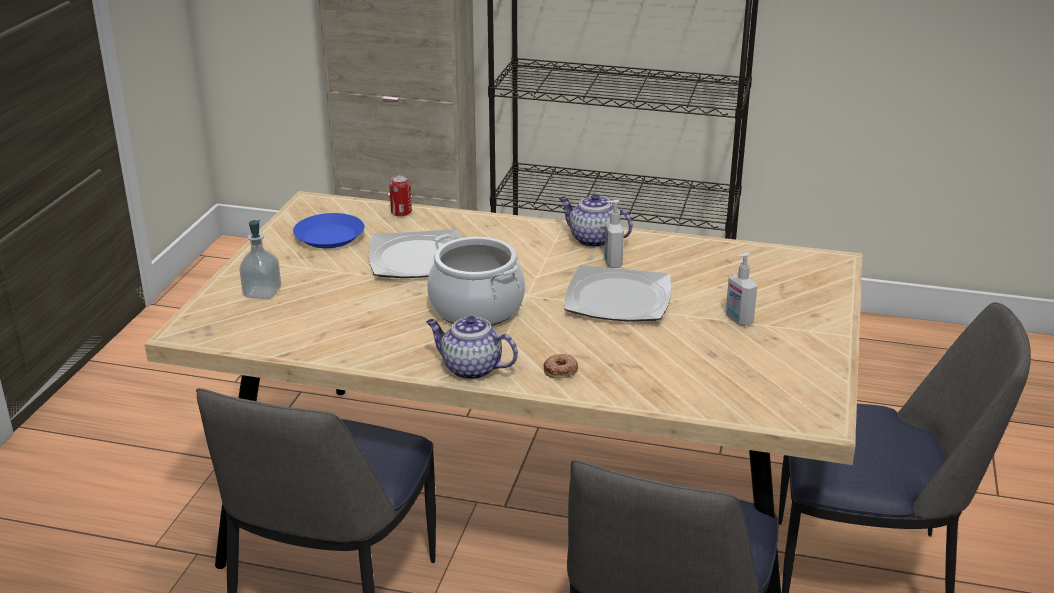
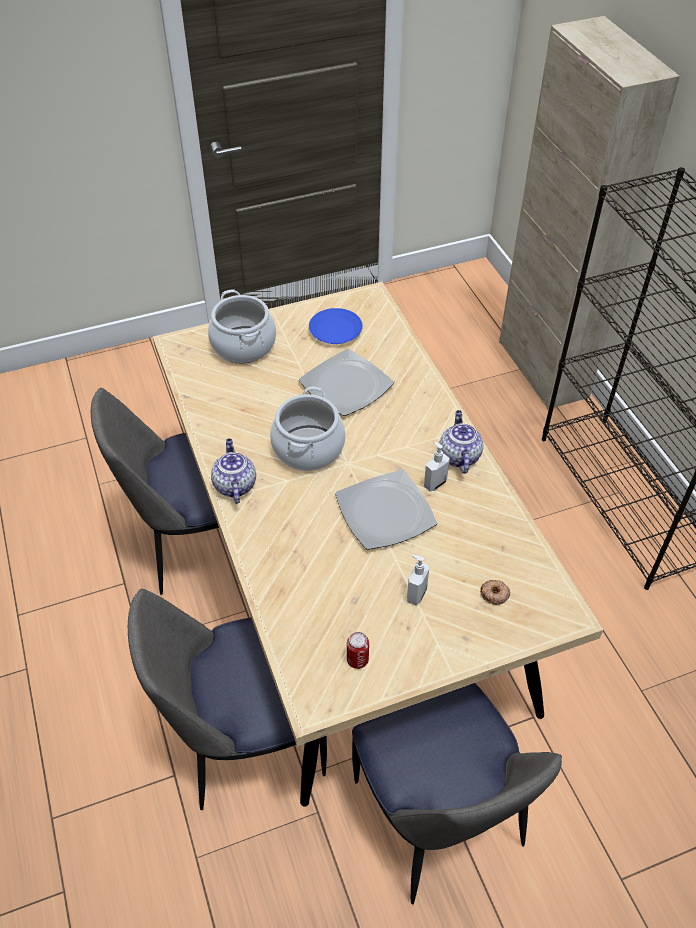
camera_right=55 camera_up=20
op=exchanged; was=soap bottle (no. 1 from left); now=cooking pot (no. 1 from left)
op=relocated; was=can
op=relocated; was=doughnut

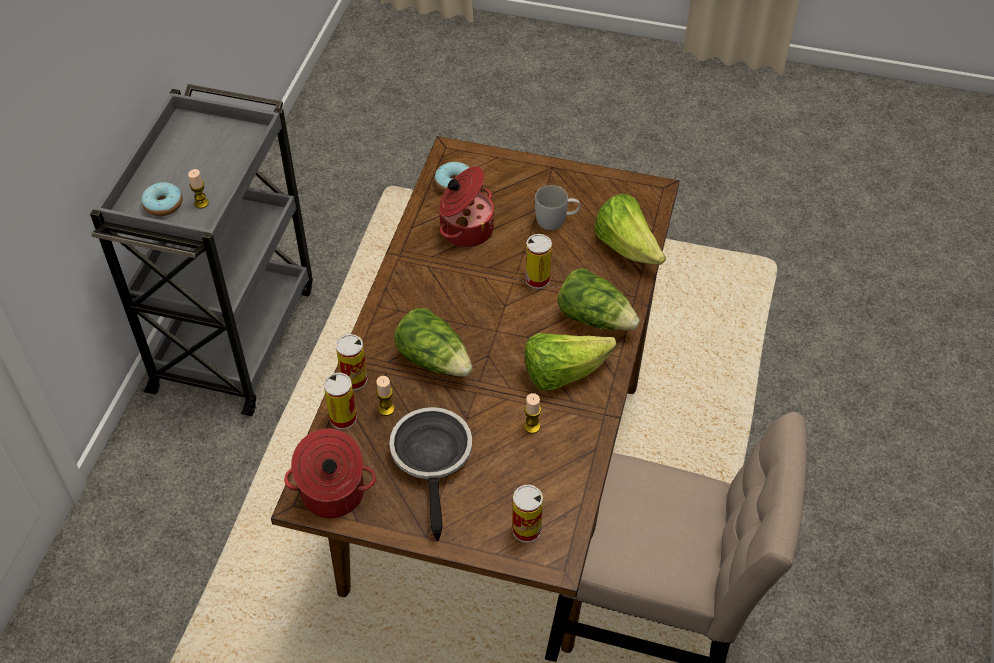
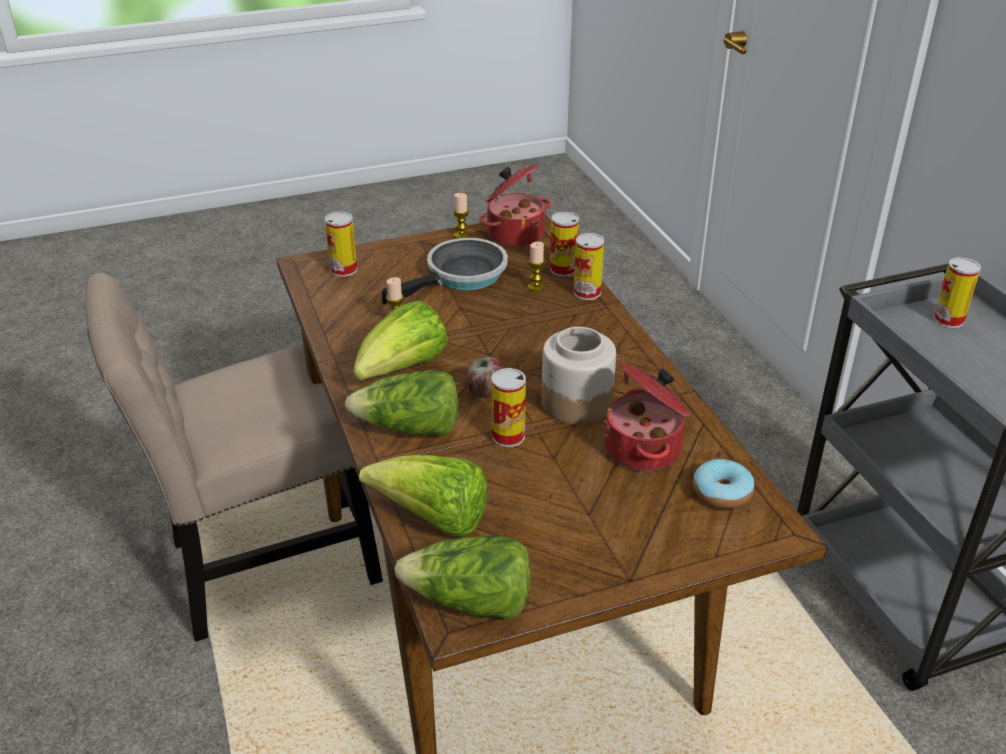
camera_right=145 camera_up=-15
op=exchanged; was=doughnut (no. 1 from left); now=can (no. 5 from left)
op=relocated; was=candle (no. 1 from left in the first image); now=candle (no. 2 from left)
op=spun; was=skillet; clockwise=-90
op=relocated; was=lettuce head (no. 1 from left in the first image); now=lettuce head (no. 4 from left)
op=missing; was=white-coloured tea mug
op=appeared; now=apple
op=appeared; now=storage jar

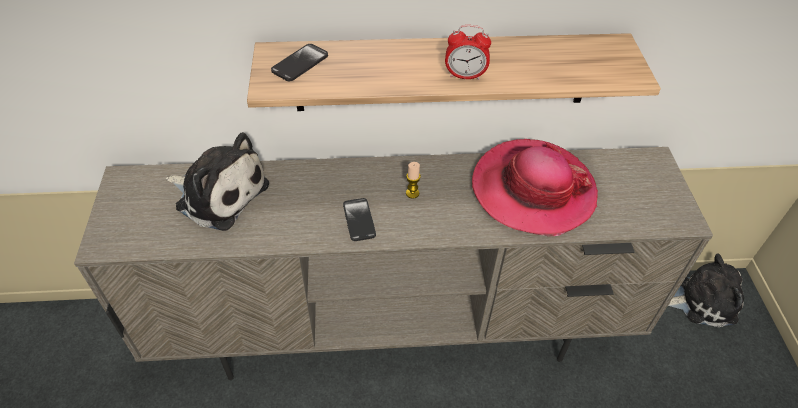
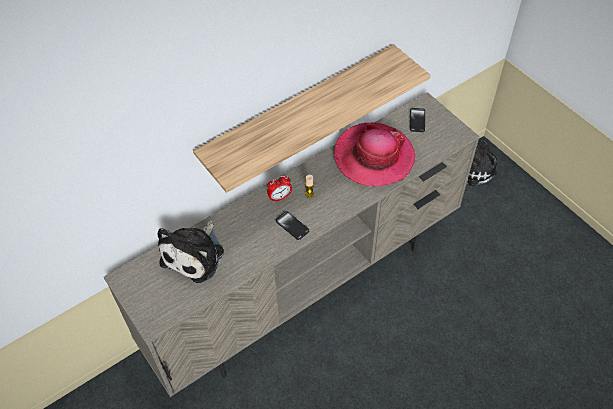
camera_right=-30 camera_up=5
op=spun; was=plush toy (no. 1 from left); clockwise=120
op=relocated; was=telephone (no. 1 from left in the first image); now=telephone (no. 2 from left)
op=relocated; was=alarm clock

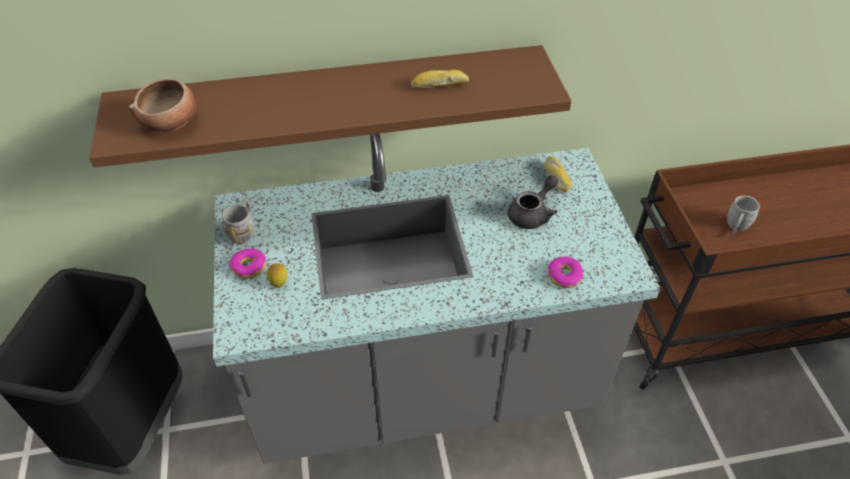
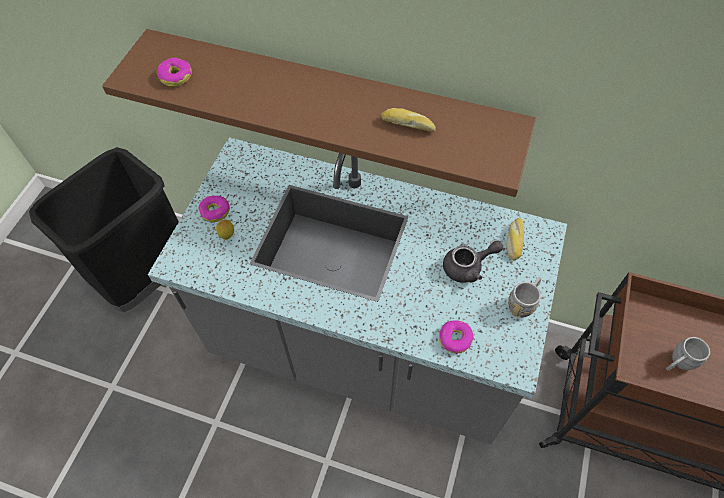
camera_right=30 camera_up=10
op=exchanged; was=deep dish; now=doughnut (no. 1 from left)
op=relocated; was=grey tea mug (no. 1 from left)

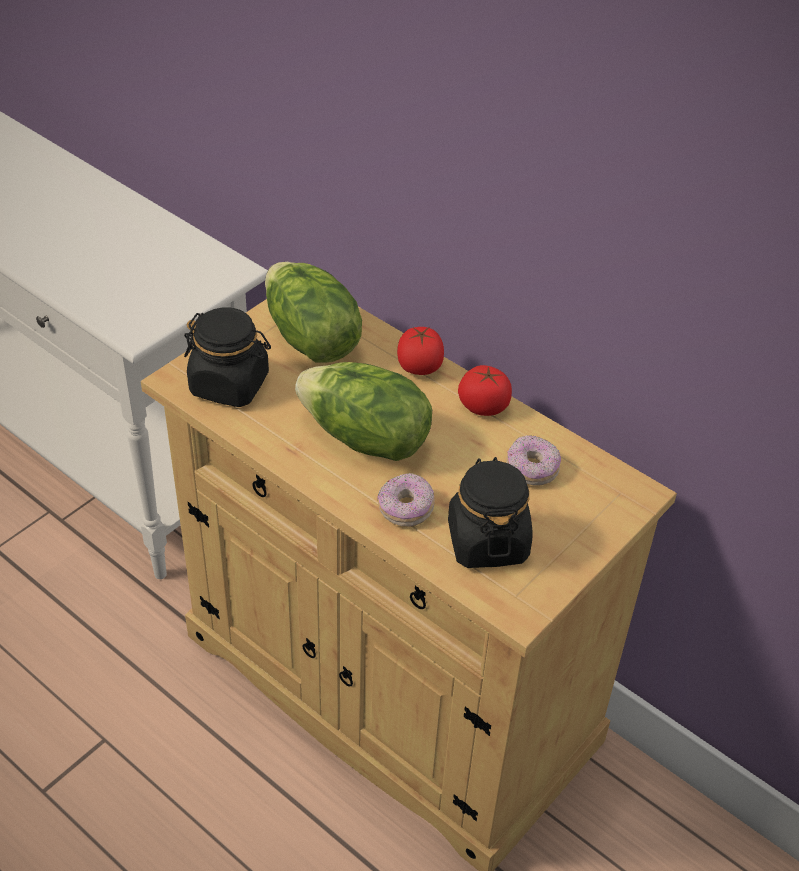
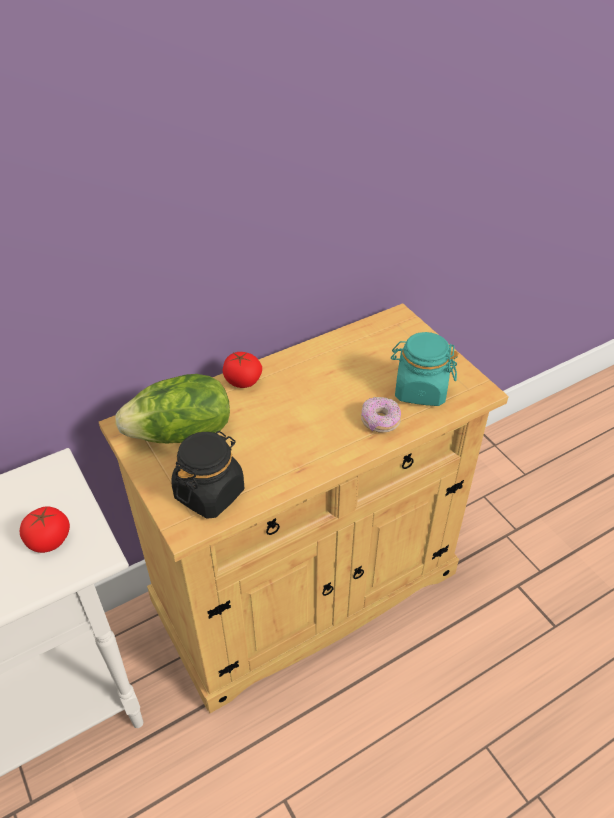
camera_right=-70 camera_up=0
op=missing; was=lettuce head (no. 2 from left)
op=colour; was=black storage jar (no. 2 from left); now=turquoise-coloured storage jar
op=relocated; was=fresh tomato (no. 2 from left in the first image); now=fresh tomato (no. 1 from left)
op=missing; was=doughnut (no. 2 from left)

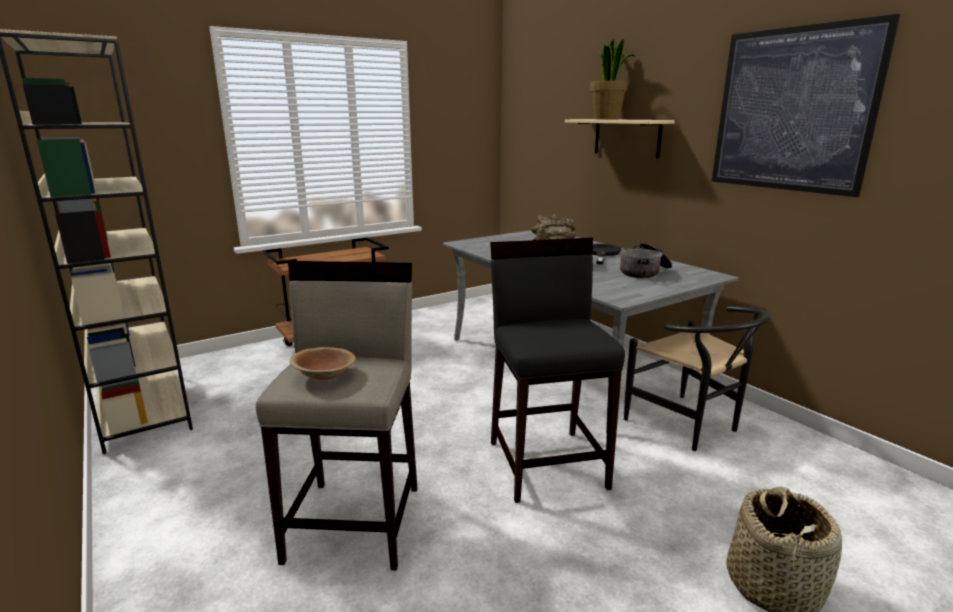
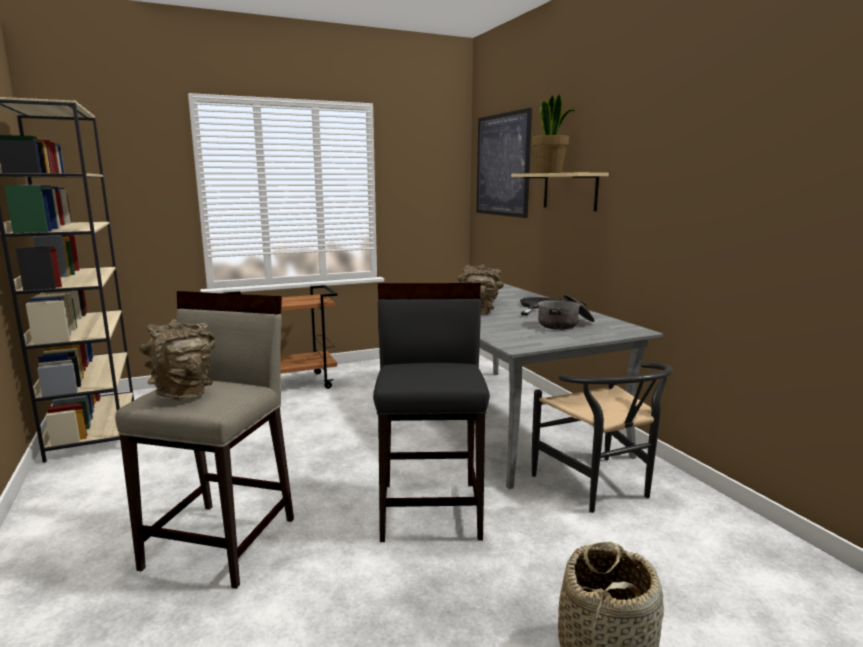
camera_right=10 camera_up=-5
op=exchanged; was=brown-coloured deep dish; now=brown-coloured vase (no. 1 from left)
op=relocated; was=wall picture

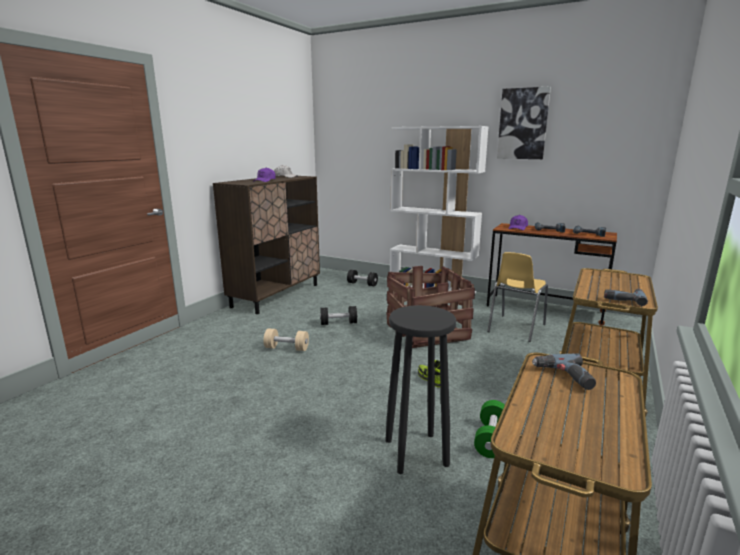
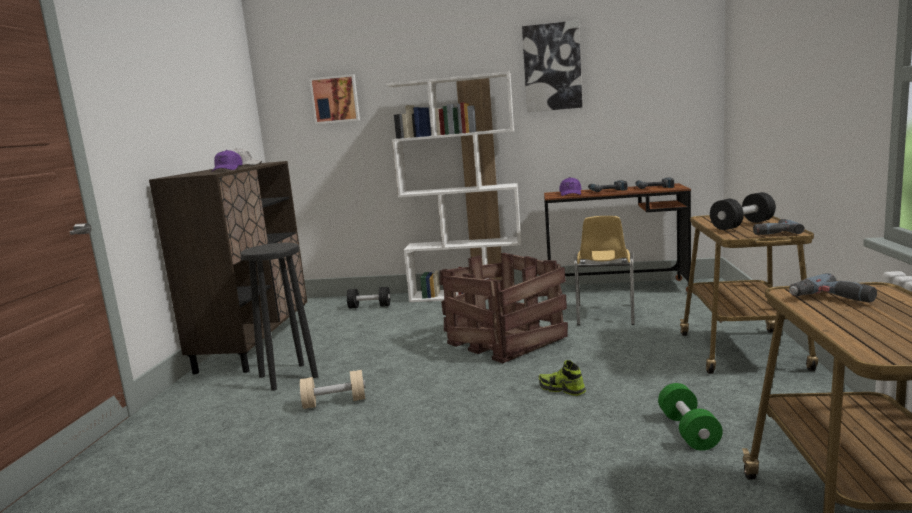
camera_right=-20 camera_up=-5
op=relocated; was=black free weight (no. 1 from left in the first image); now=black free weight (no. 2 from left)
op=relocated; was=black sitting stool
op=appeared; now=wall picture (no. 1 from left)

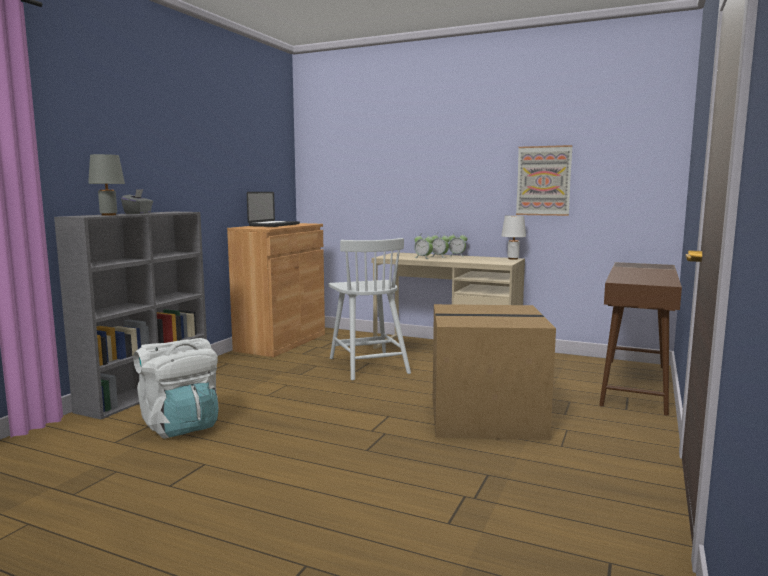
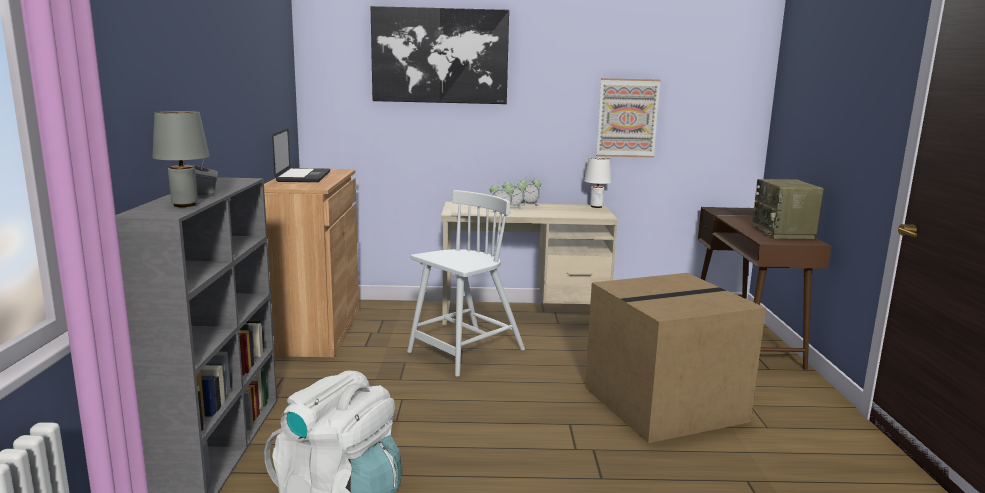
camera_right=-25 camera_up=5
op=spun; was=white-coloured chair; clockwise=-90
op=appeared; now=wall picture (no. 1 from left)
op=appeared; now=radio

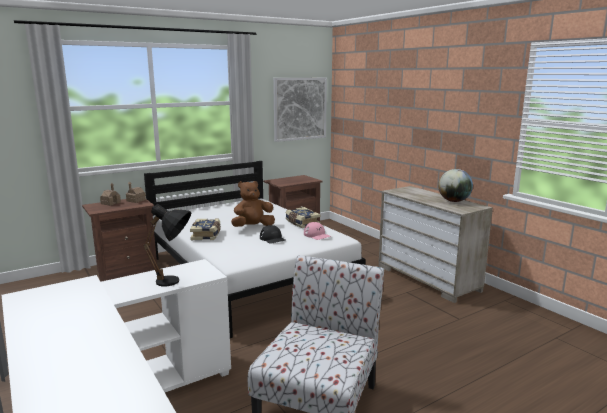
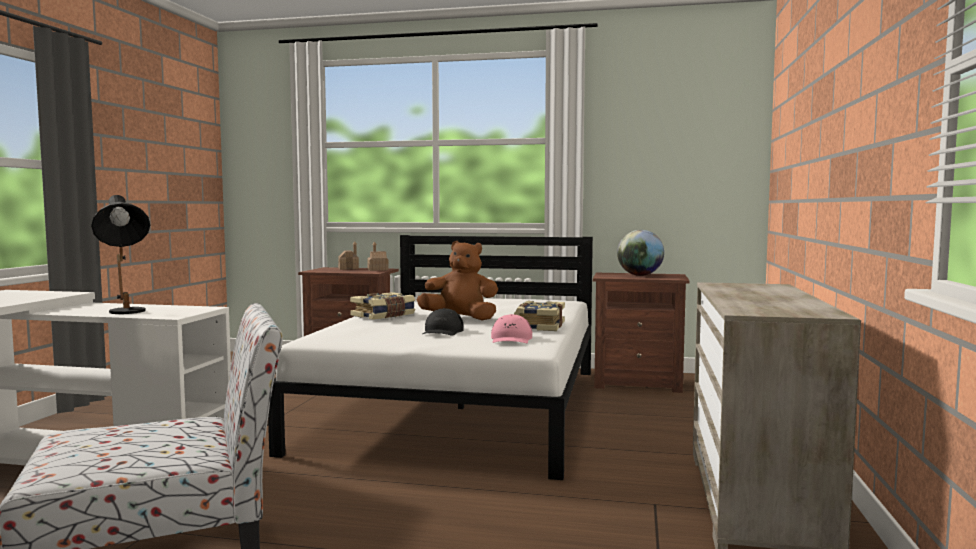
camera_right=45 camera_up=-10
op=missing; was=wall picture
op=relocated; was=globe

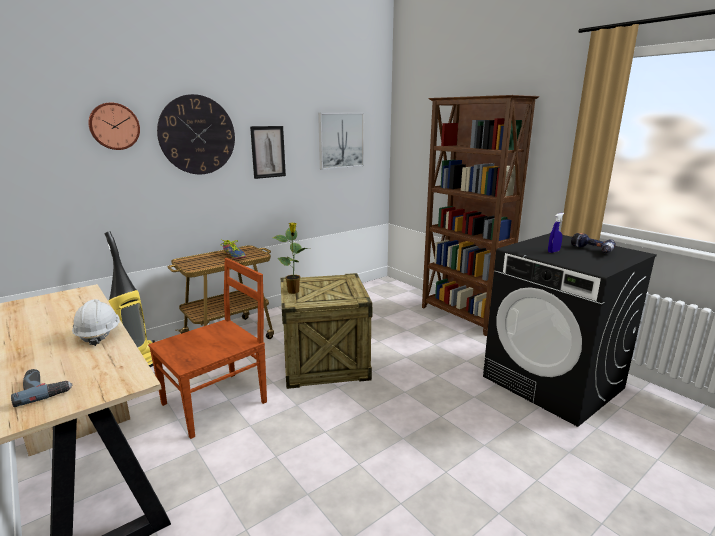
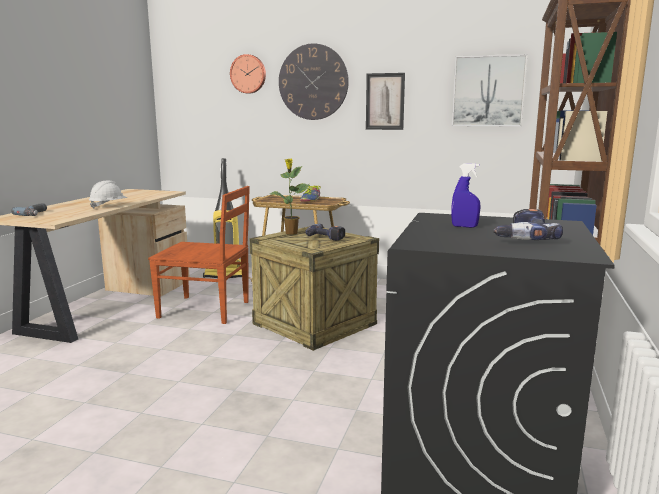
camera_right=55 camera_up=-5
op=appeared; now=power drill (no. 2 from left)

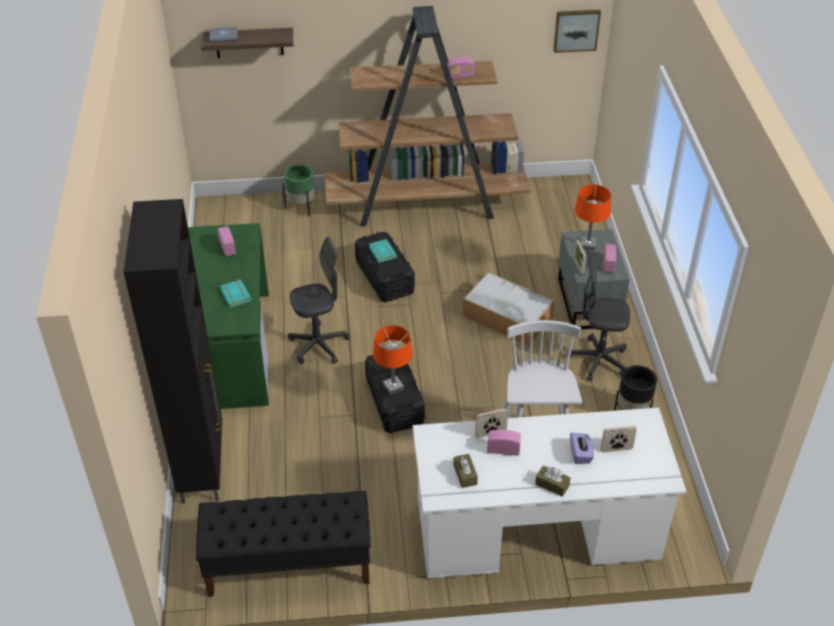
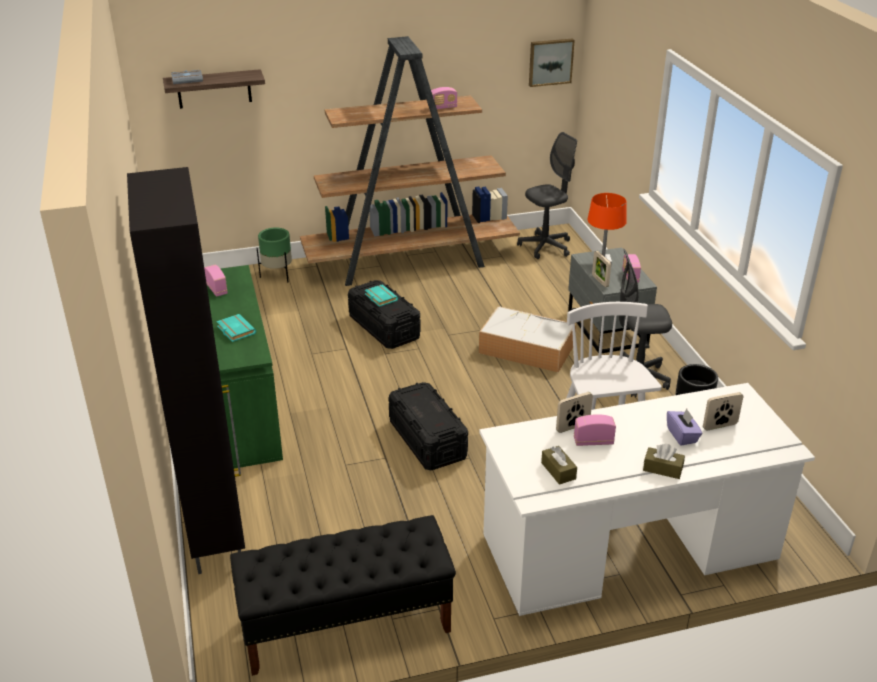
camera_right=-10 camera_up=-10
op=relocated; was=grey computer chair (no. 1 from left)
op=missing; was=orangey tabletop lamp (no. 1 from left)

